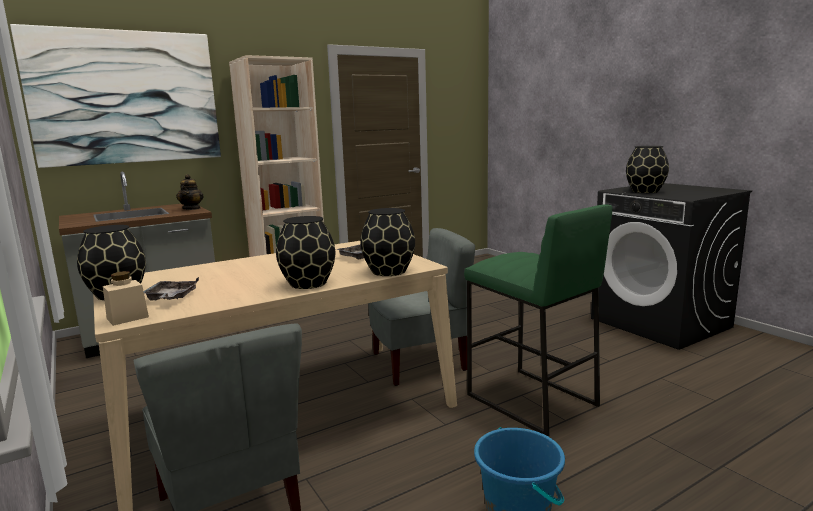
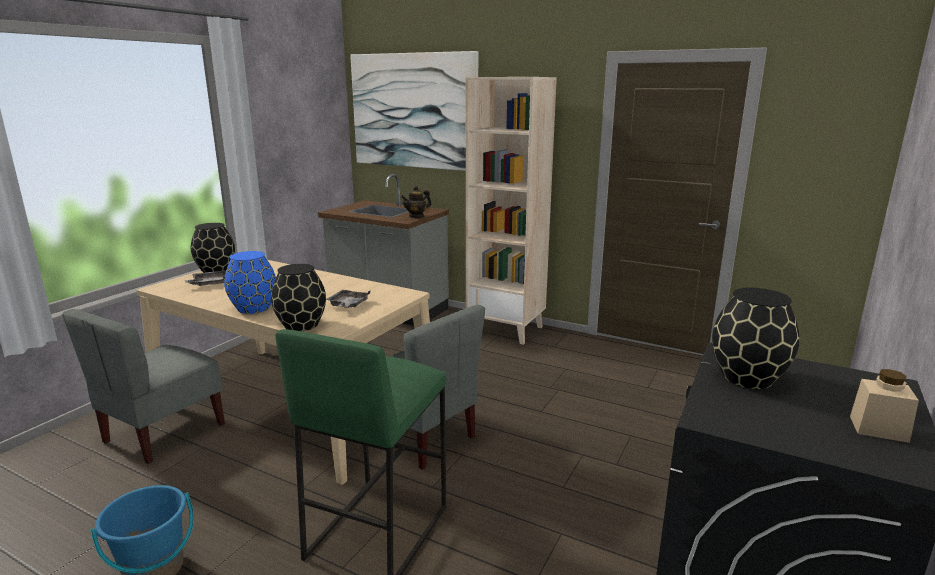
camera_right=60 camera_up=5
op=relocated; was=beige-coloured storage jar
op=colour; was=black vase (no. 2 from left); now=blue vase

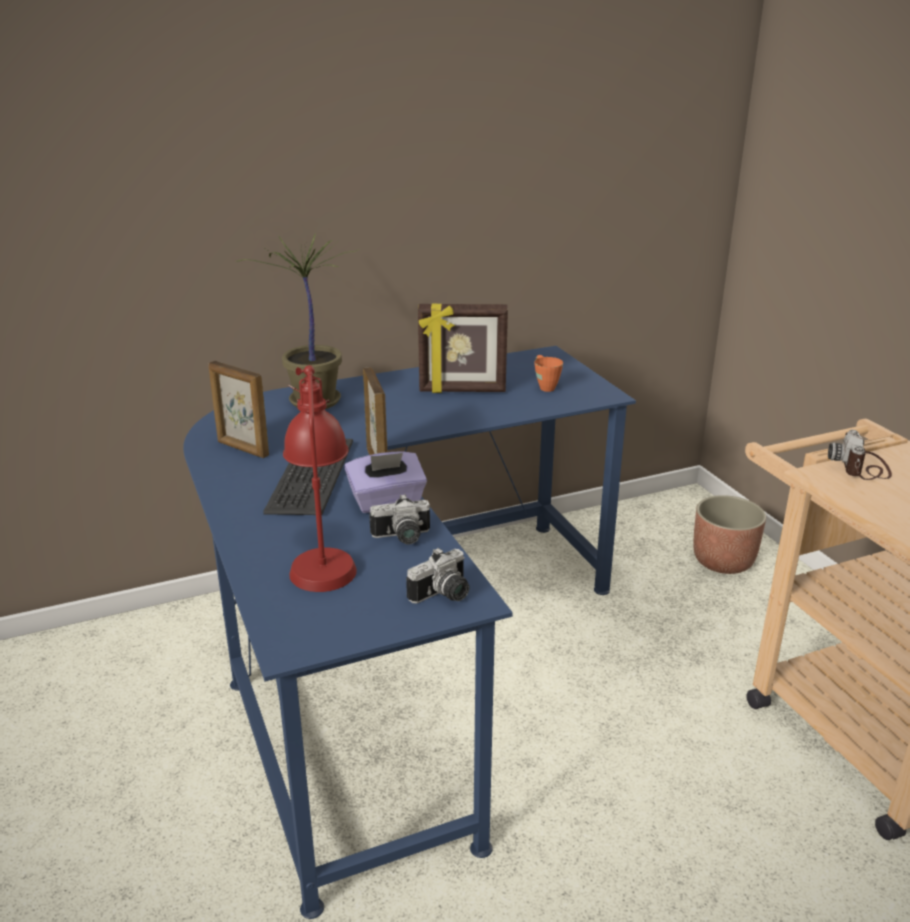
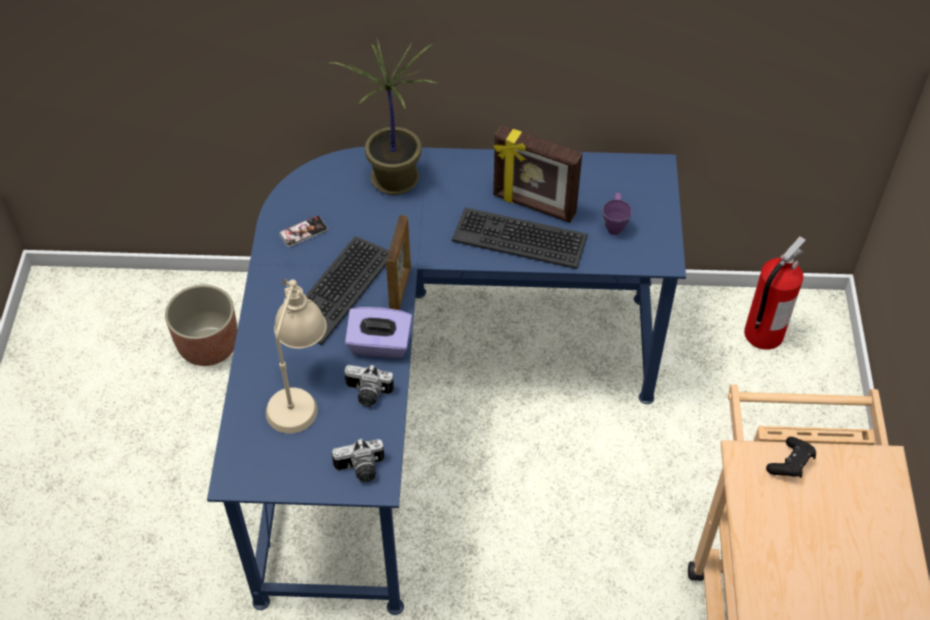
camera_right=25 camera_up=25
op=exchanged; was=standing frame (no. 1 from left); now=telephone
op=colour; was=red-coloured tabletop lamp; now=beige-coloured tabletop lamp
op=colour; was=orangey tea mug; now=purplish tea mug
op=relocated; was=planter
op=exchanged; was=photo camera (no. 3 from left); now=black gamepad
op=appeared; now=keyboard (no. 2 from left)
op=appeared; now=fire extinguisher

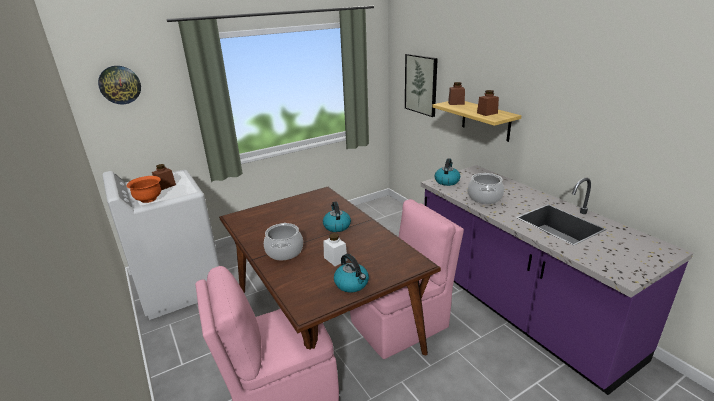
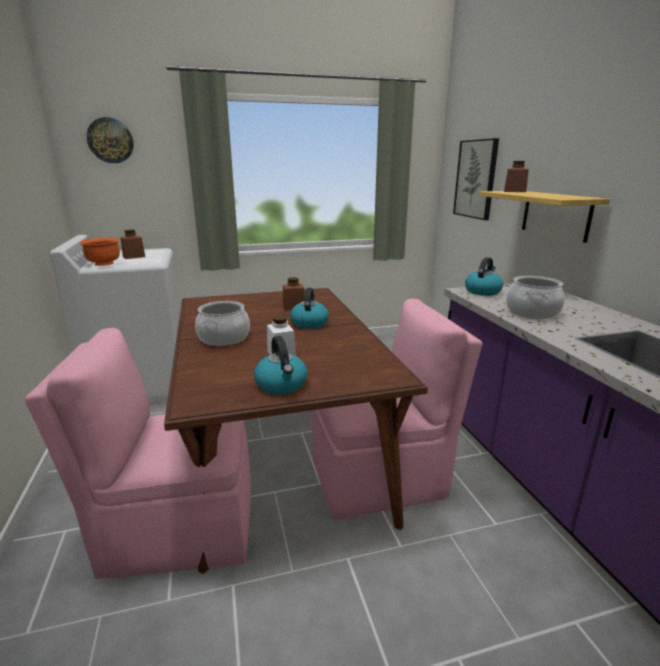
camera_right=15 camera_up=-5
op=relocated; was=brown-coloured storage jar (no. 3 from left in the first image); now=brown-coloured storage jar (no. 2 from left)

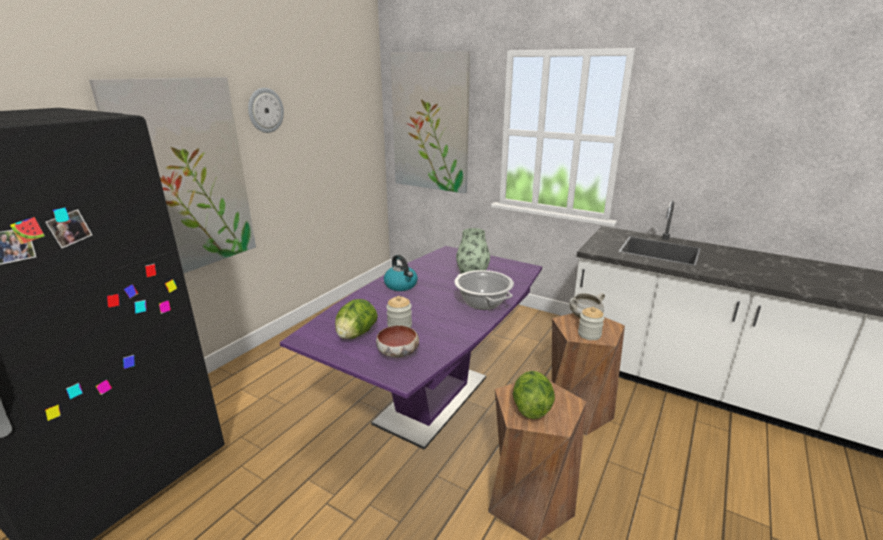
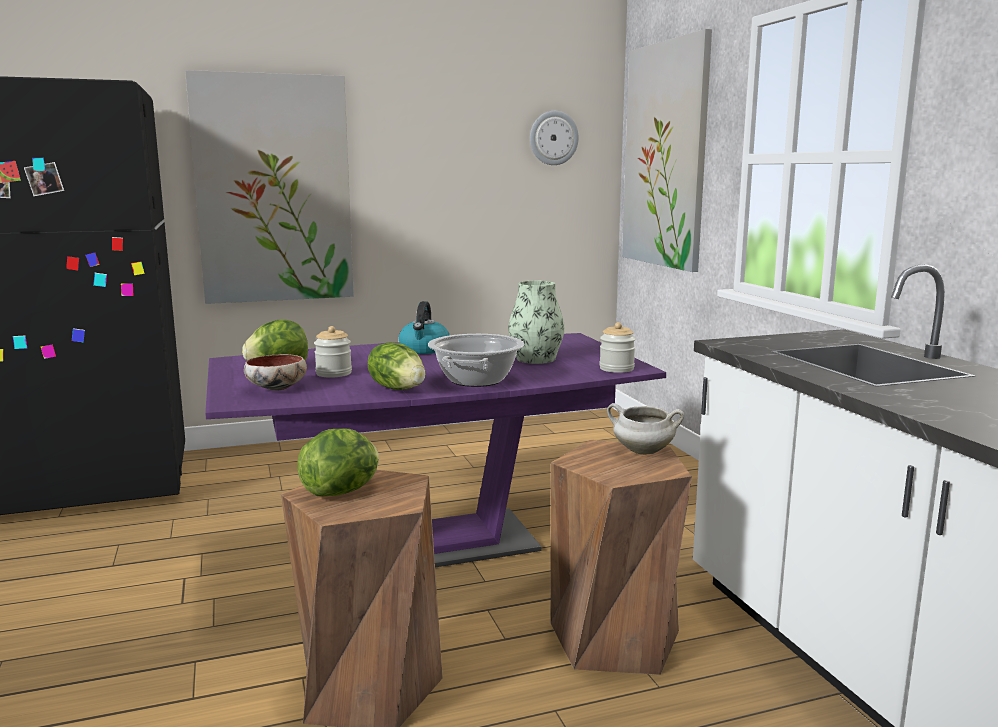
camera_right=40 camera_up=-10
op=relocated; was=hanging clock
op=relocated; was=storage jar (no. 2 from left)
op=appeared; now=lettuce head (no. 3 from left)

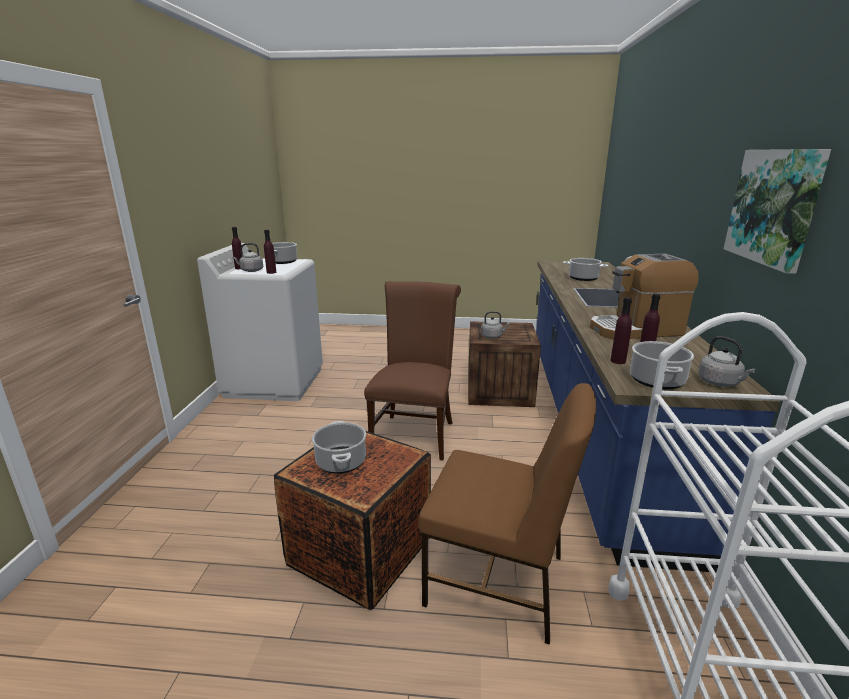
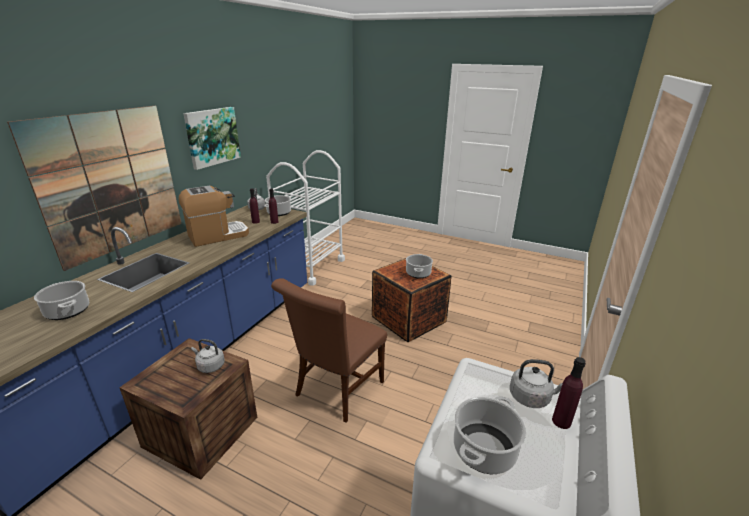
camera_right=-160 camera_up=5
op=missing; was=purplish beverage bottle (no. 2 from left)
op=missing; was=brown-coloured chair (no. 2 from left)
op=spun; was=coffee machine; clockwise=-45
op=appeared; now=wall picture (no. 1 from left)

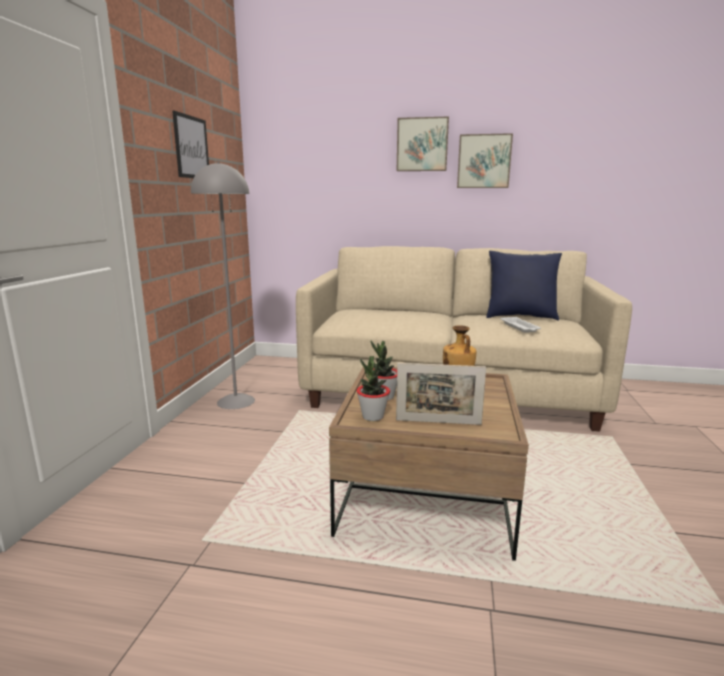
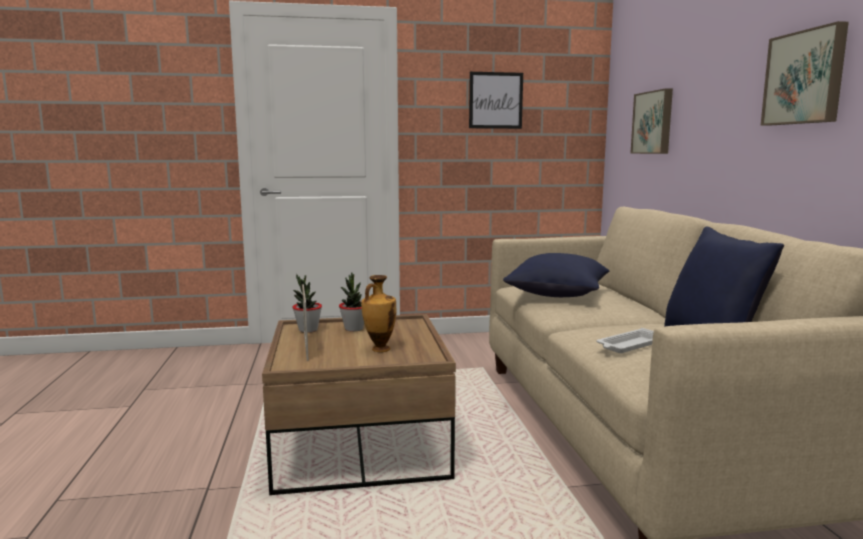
camera_right=70 camera_up=-5
op=missing; was=grey floor lamp
op=relocated; was=wall picture (no. 2 from left)
op=appeared; now=blue cushion (no. 1 from left)

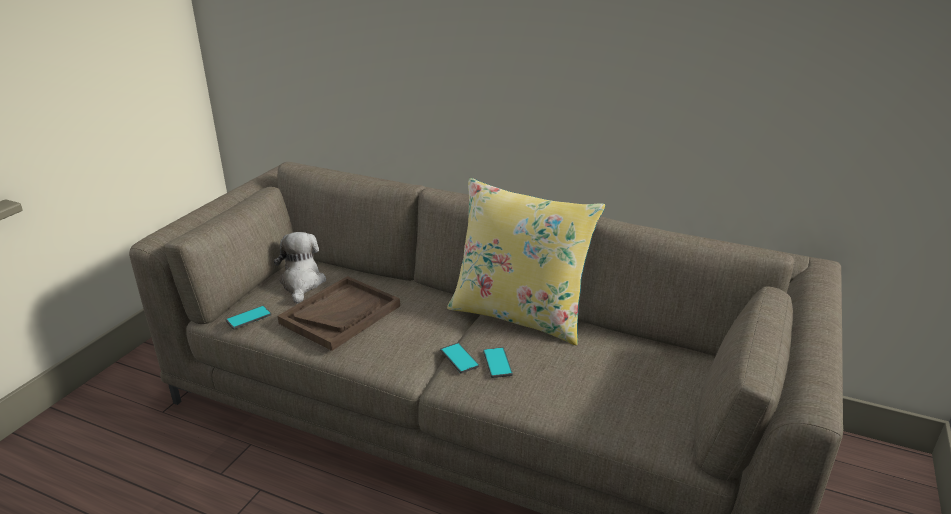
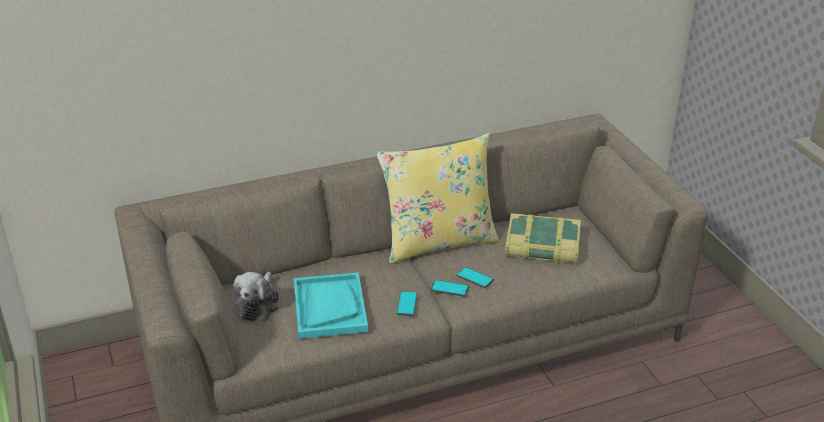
camera_right=-45 camera_up=5
op=relocated; was=telephone (no. 1 from left)
op=spun; was=plush toy; clockwise=-120
op=colour; was=brown-coloured carrying tray; now=turquoise-coloured carrying tray
op=appeared; now=bound book

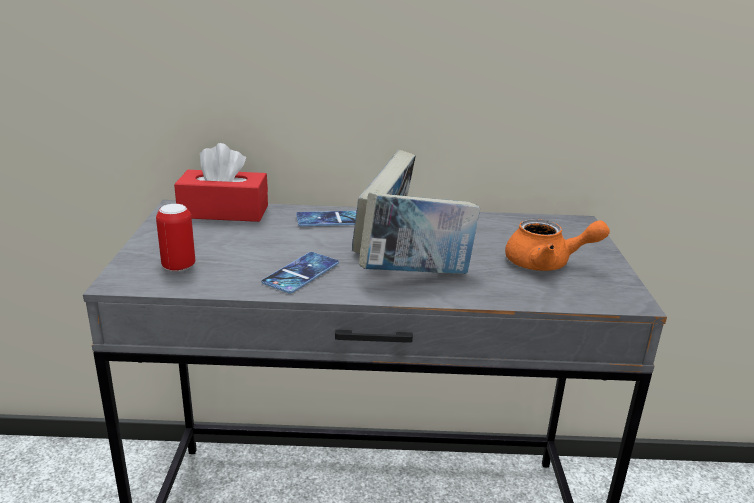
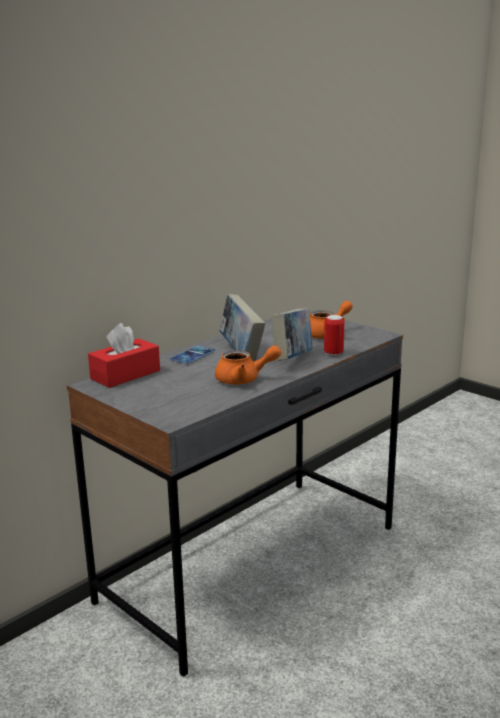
camera_right=-45 camera_up=-5
op=relocated; was=can
op=exchanged; was=telephone (no. 1 from left); now=orangey tea pot (no. 1 from left)

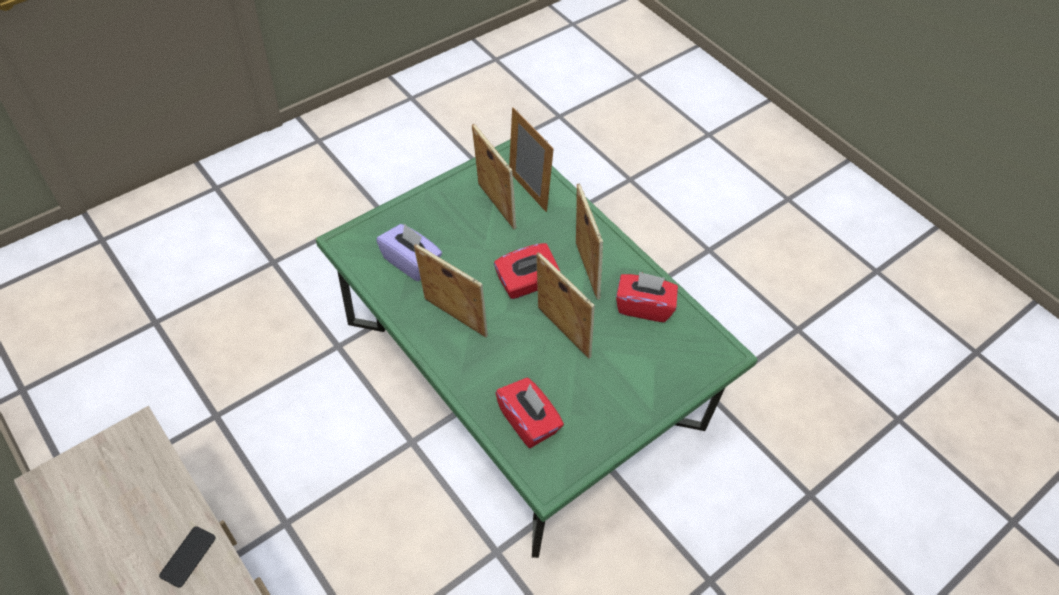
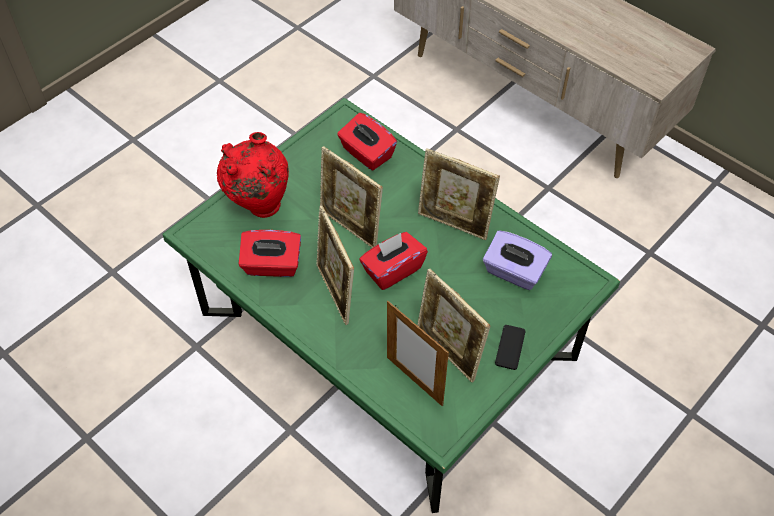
camera_right=175 camera_up=0
op=relocated; was=telephone
op=appeared; now=red-coloured vase

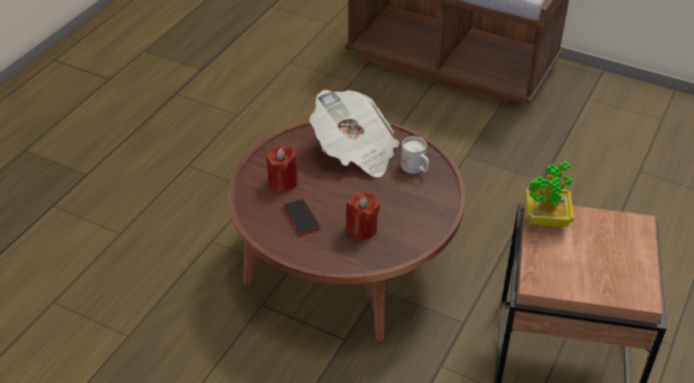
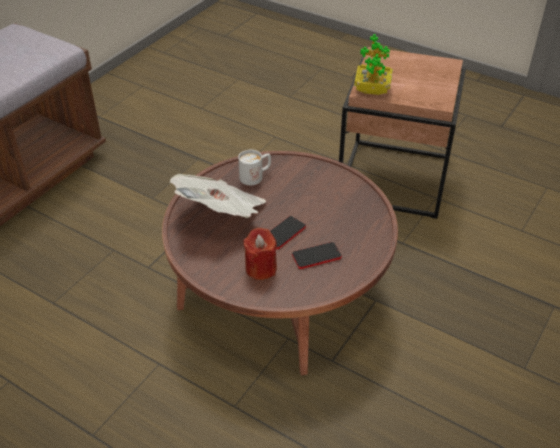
camera_right=-85 camera_up=0
op=missing; was=red-coloured candle (no. 2 from left)
op=appeared; now=telephone (no. 1 from left)

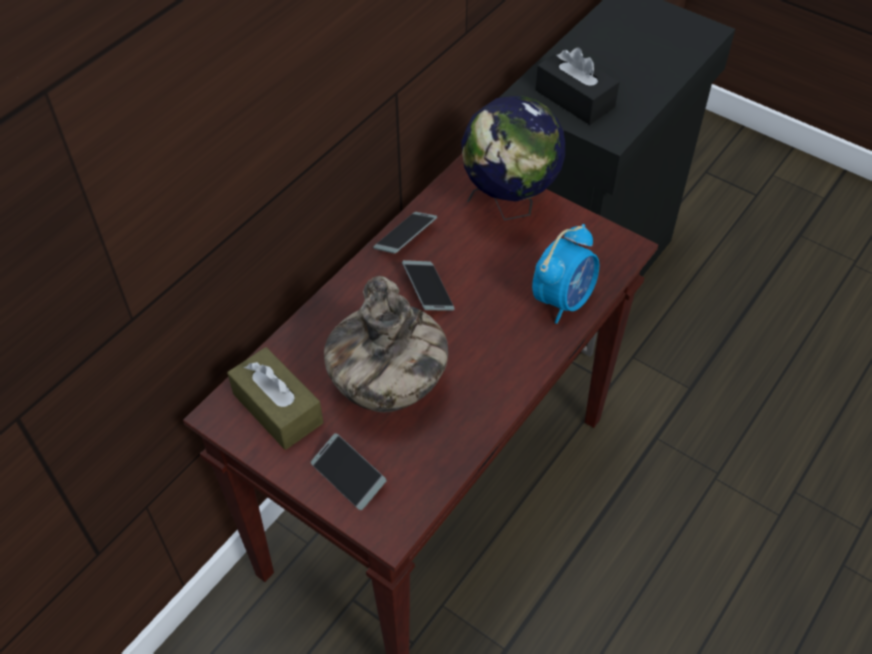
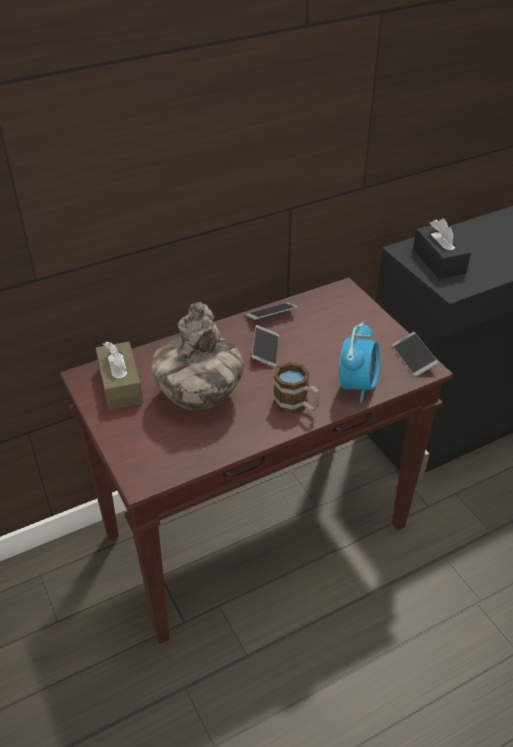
camera_right=25 camera_up=-10
op=relocated; was=telephone (no. 1 from left in the first image); now=telephone (no. 3 from left)
op=missing; was=globe
op=spun; was=alarm clock; clockwise=-45
op=appeared; now=tea mug

